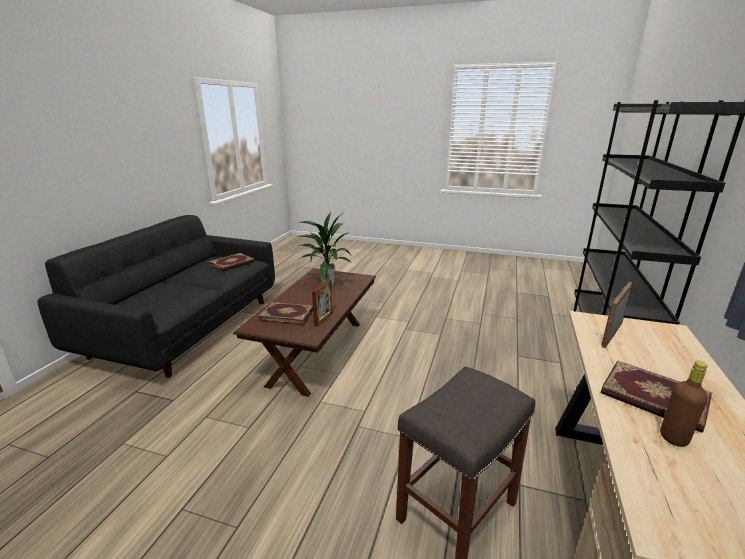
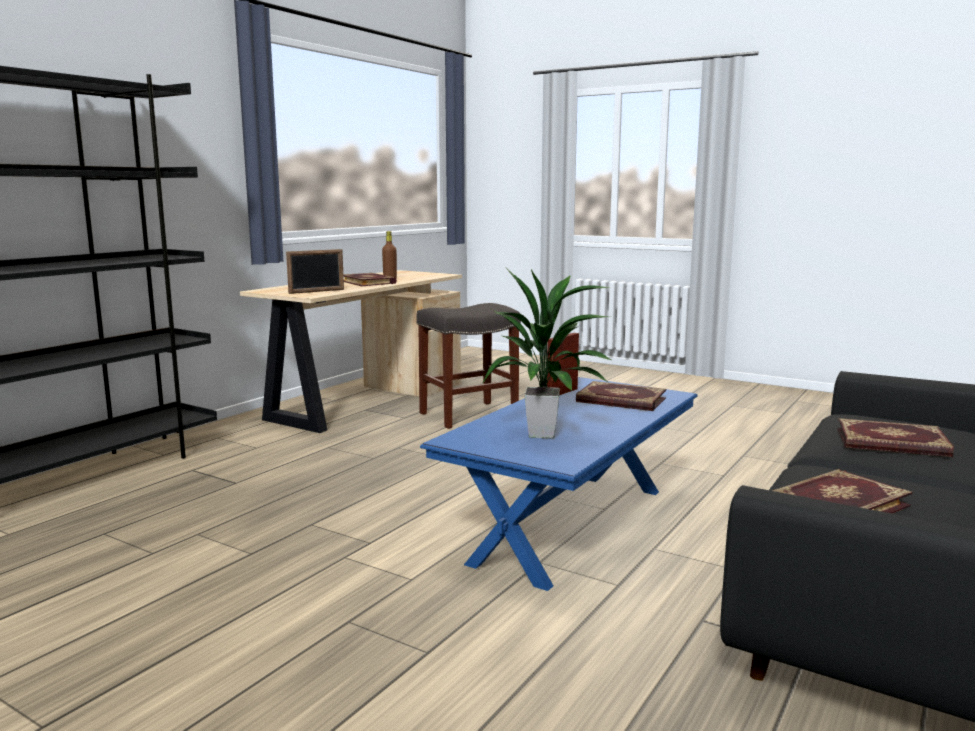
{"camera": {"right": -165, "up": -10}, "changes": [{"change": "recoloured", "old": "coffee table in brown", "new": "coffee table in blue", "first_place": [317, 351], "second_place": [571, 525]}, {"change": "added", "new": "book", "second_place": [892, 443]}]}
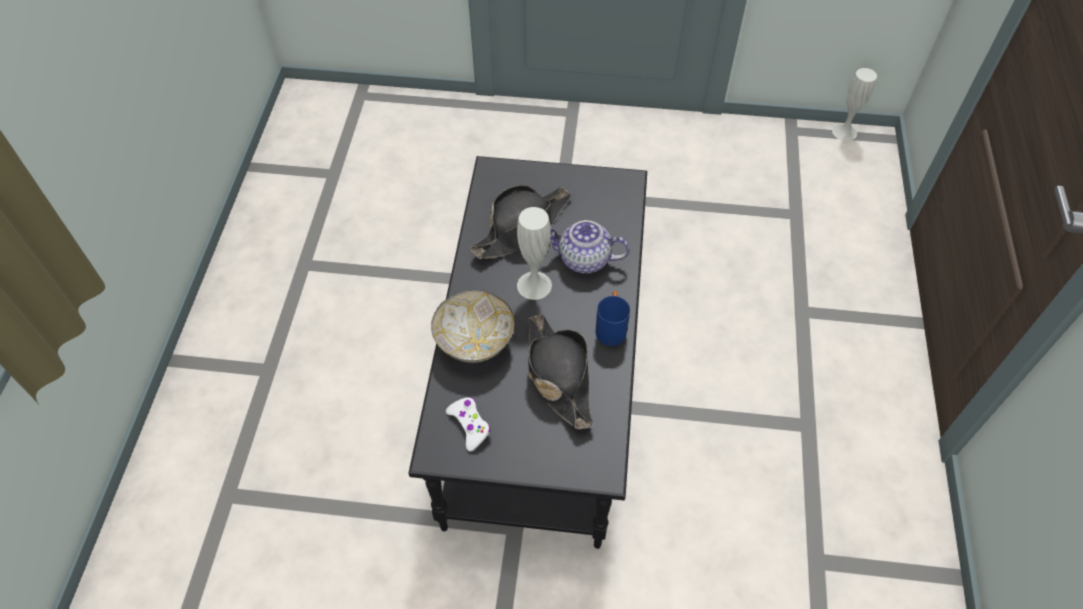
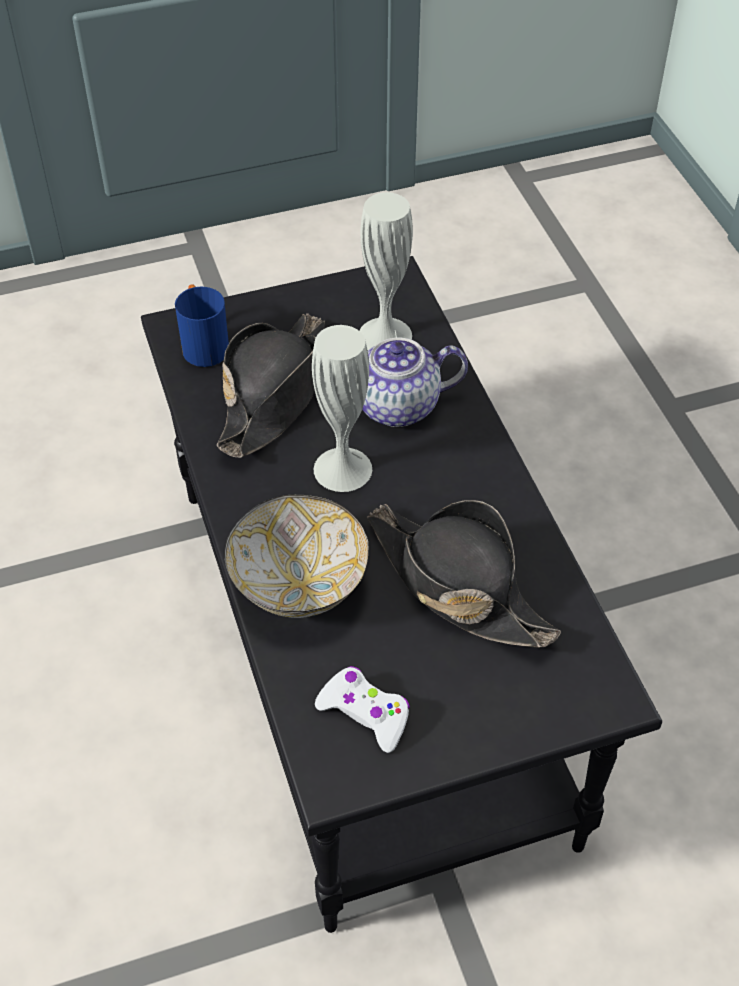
{"camera": {"right": -25, "up": -5}, "changes": [{"change": "moved", "old": "mug in blue", "first_place": [611, 327], "second_place": [203, 345]}, {"change": "moved", "old": "vase in white", "first_place": [844, 132], "second_place": [385, 335]}]}
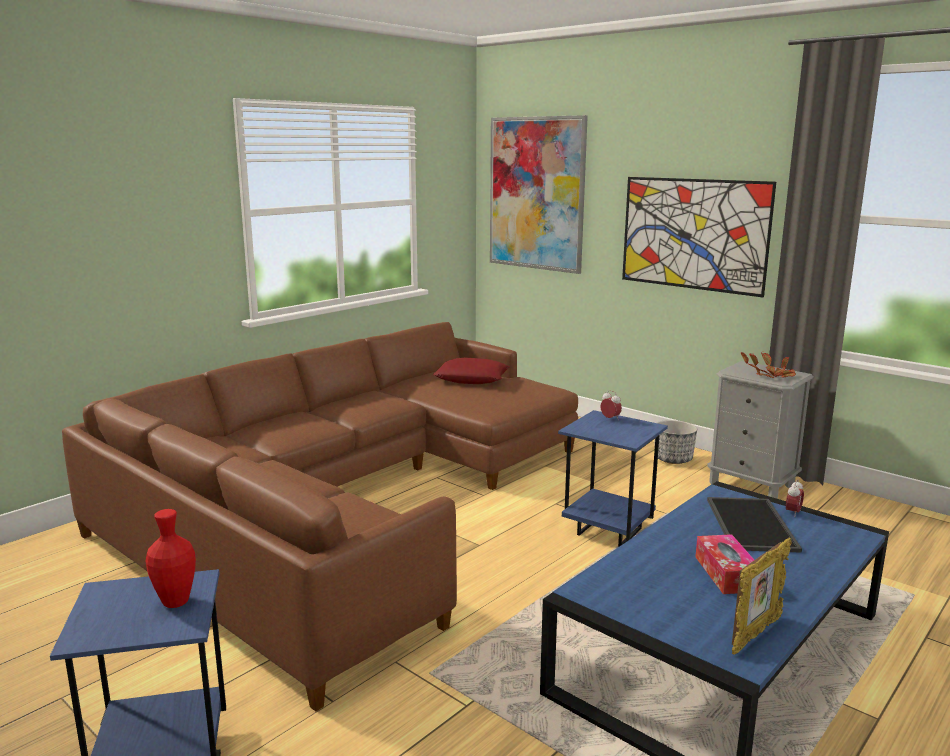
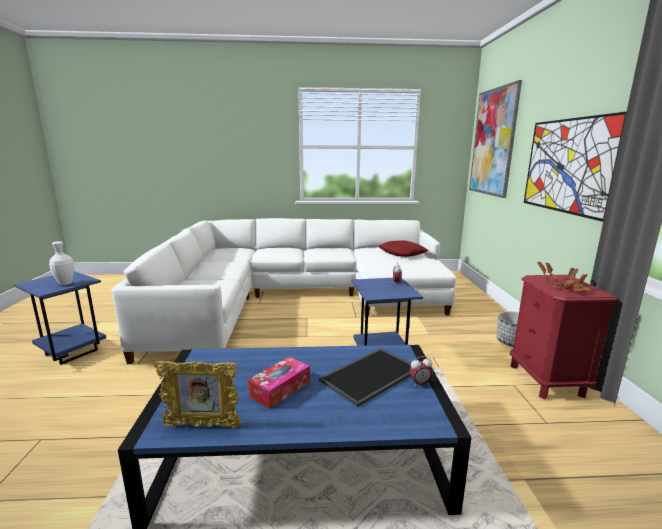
{"camera": {"right": 45, "up": 0}, "changes": [{"change": "recoloured", "old": "sofa in brown", "new": "sofa in white", "first_place": [349, 502], "second_place": [296, 298]}, {"change": "recoloured", "old": "vase in red", "new": "vase in white", "first_place": [175, 602], "second_place": [65, 284]}, {"change": "recoloured", "old": "nightstand in grey", "new": "nightstand in red", "first_place": [752, 484], "second_place": [546, 380]}]}
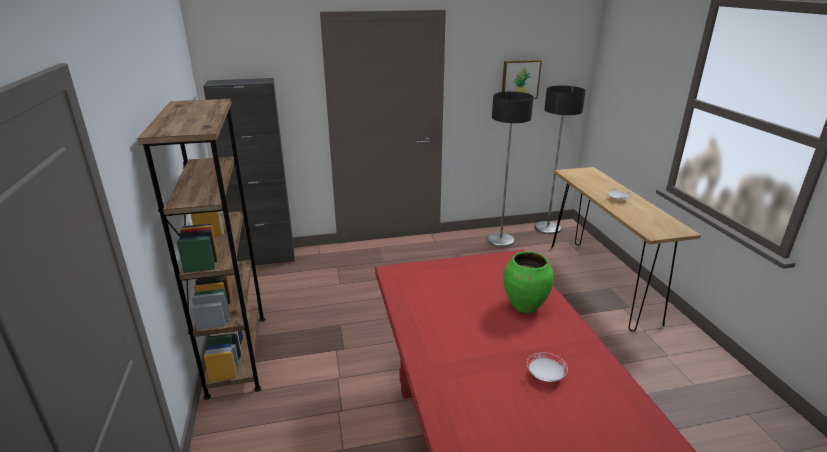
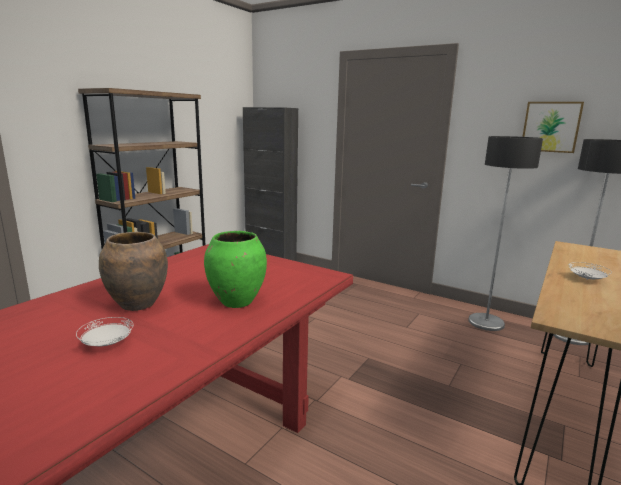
{"camera": {"right": 45, "up": -10}, "changes": [{"change": "added", "new": "vase in brown", "second_place": [138, 304]}]}
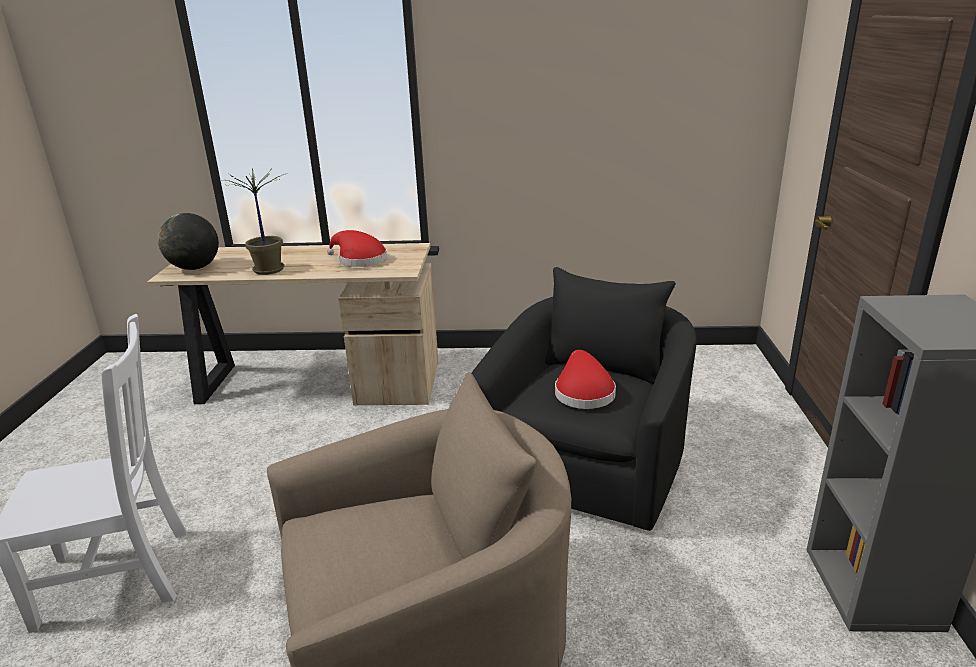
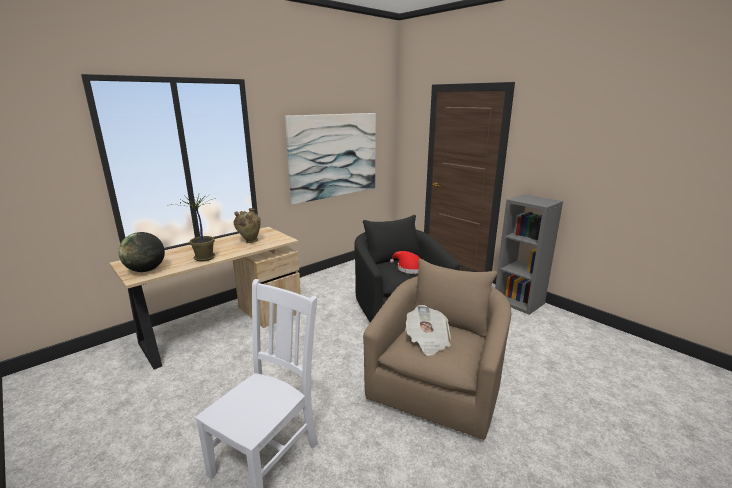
{"camera": {"right": -45, "up": -5}, "changes": [{"change": "replaced", "old": "hat in red", "new": "vase in beige", "first_place": [359, 260], "second_place": [249, 241]}, {"change": "added", "new": "picture", "second_place": [334, 156]}, {"change": "added", "new": "newspaper", "second_place": [427, 341]}]}
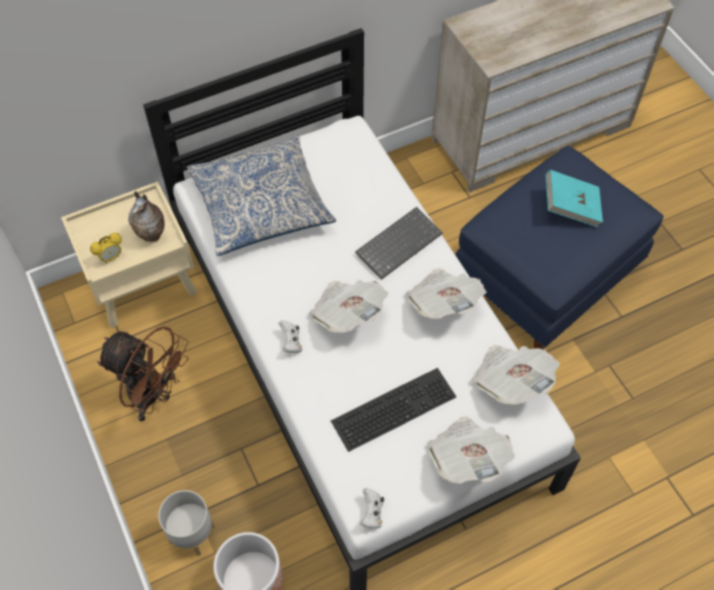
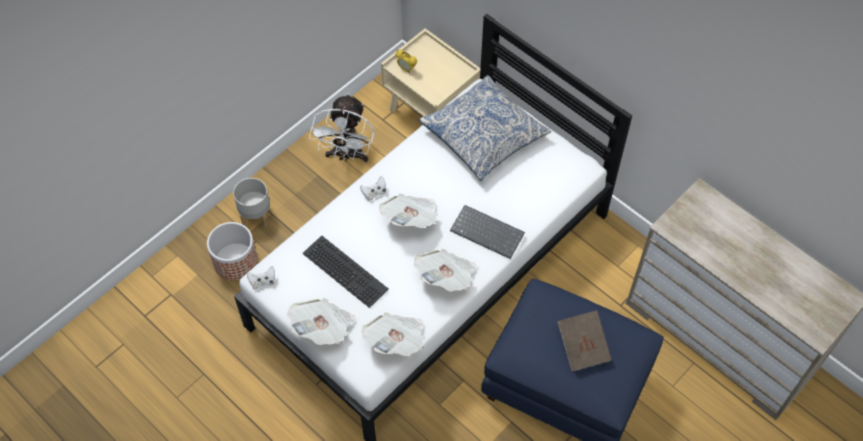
{"camera": {"right": 70, "up": 0}, "changes": [{"change": "recoloured", "old": "fan in brown", "new": "fan in white", "first_place": [154, 395], "second_place": [347, 155]}, {"change": "removed", "old": "vase", "first_place": [152, 235]}, {"change": "recoloured", "old": "book in turquoise", "new": "book in brown", "first_place": [570, 207], "second_place": [583, 346]}]}
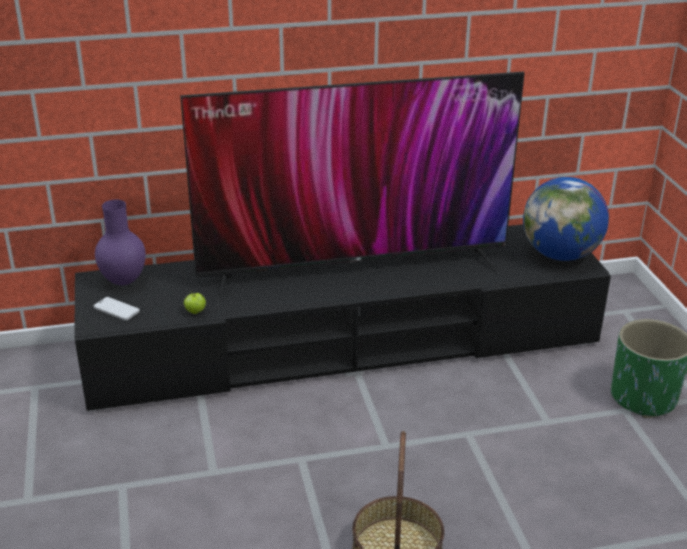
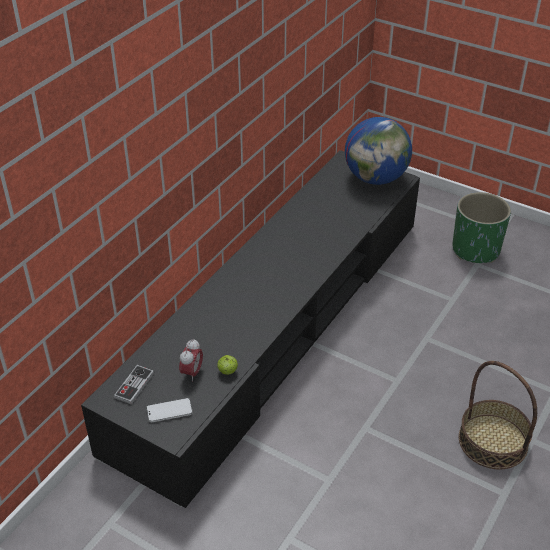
{"camera": {"right": -45, "up": 10}, "changes": [{"change": "replaced", "old": "vase in purple", "new": "game controller", "first_place": [123, 282], "second_place": [134, 385]}, {"change": "removed", "old": "television", "first_place": [353, 268]}, {"change": "added", "new": "alarm clock", "second_place": [192, 373]}]}
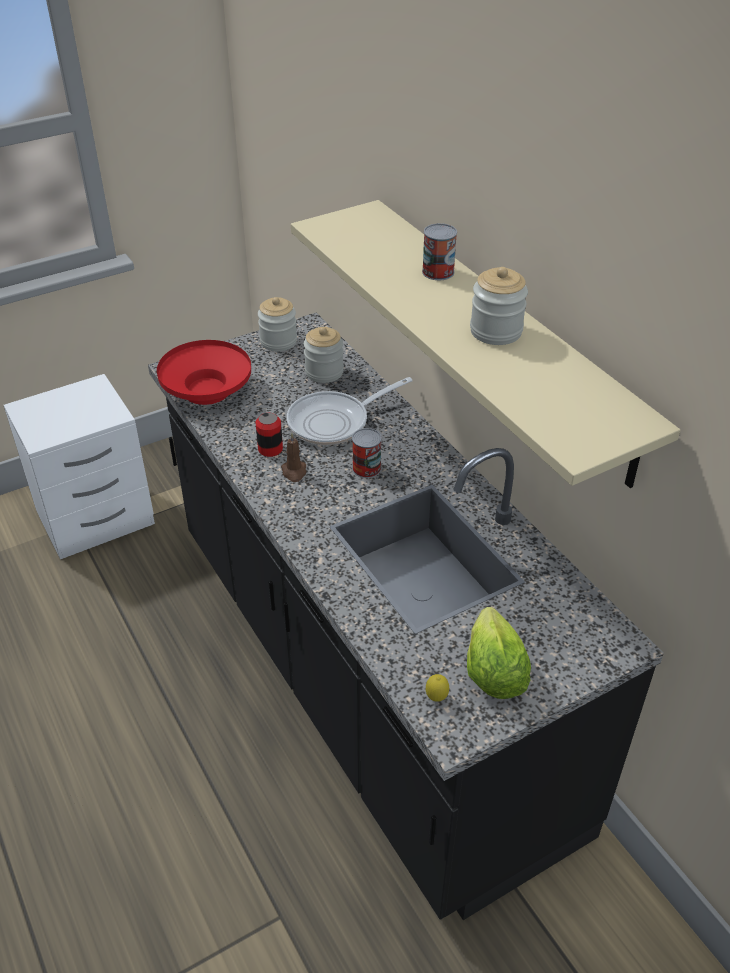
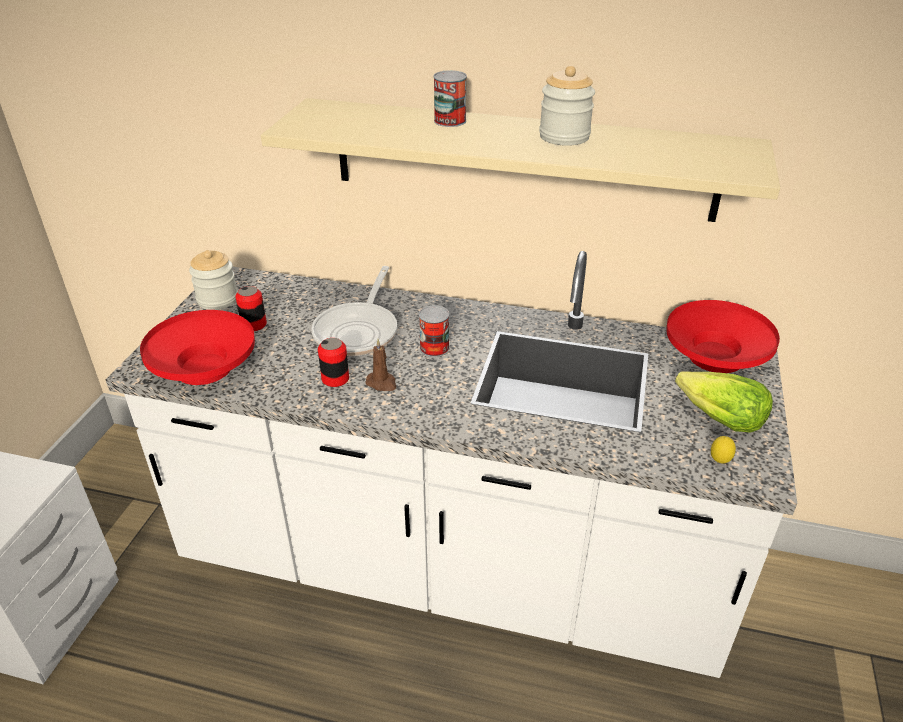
{"camera": {"right": -45, "up": -5}, "changes": [{"change": "recoloured", "old": "counter in black", "new": "counter in white", "first_place": [365, 676], "second_place": [451, 564]}, {"change": "removed", "old": "jar", "first_place": [324, 372]}, {"change": "added", "new": "can", "second_place": [254, 324]}, {"change": "added", "new": "bowl in red", "second_place": [715, 356]}]}
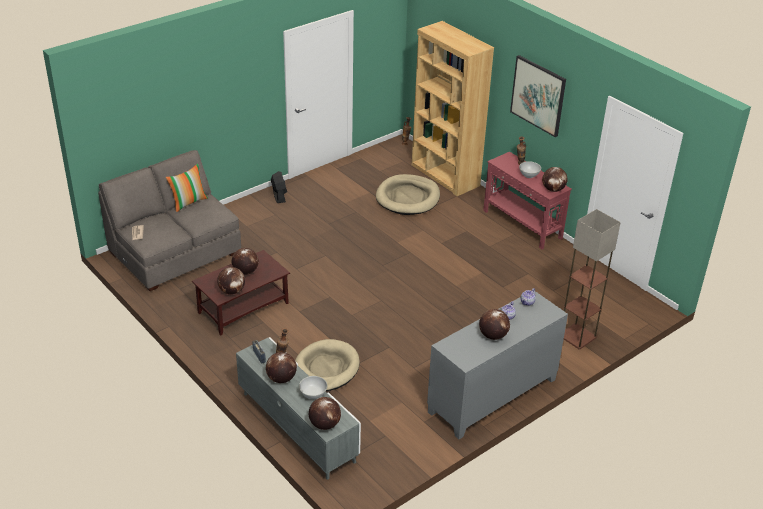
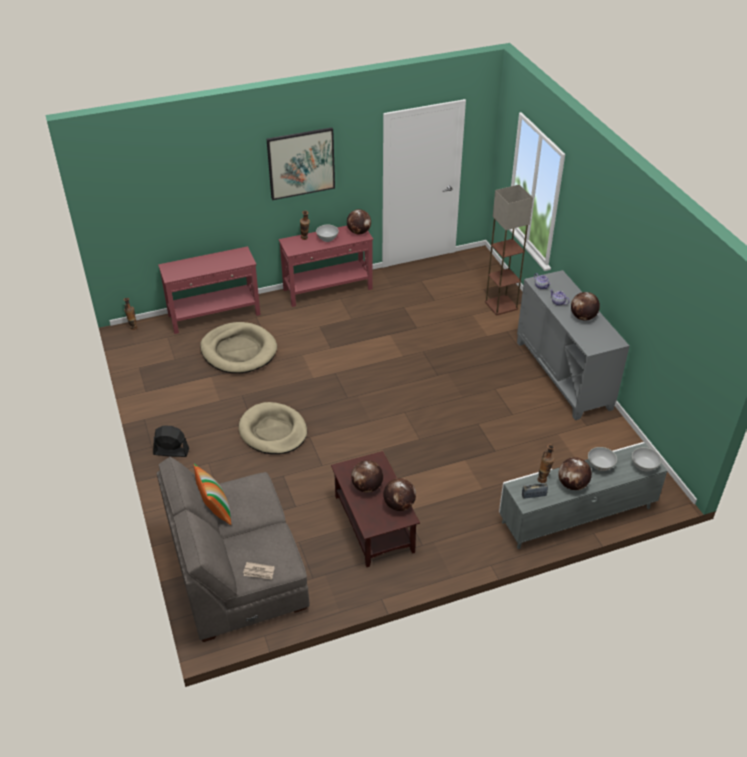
{"camera": {"right": -70, "up": 5}, "changes": [{"change": "moved", "old": "dog bed in beige", "first_place": [326, 368], "second_place": [273, 431]}, {"change": "replaced", "old": "globe", "new": "bowl in white", "first_place": [324, 424], "second_place": [644, 466]}, {"change": "replaced", "old": "bookcase in brown", "new": "console table in red", "first_place": [445, 175], "second_place": [215, 315]}]}
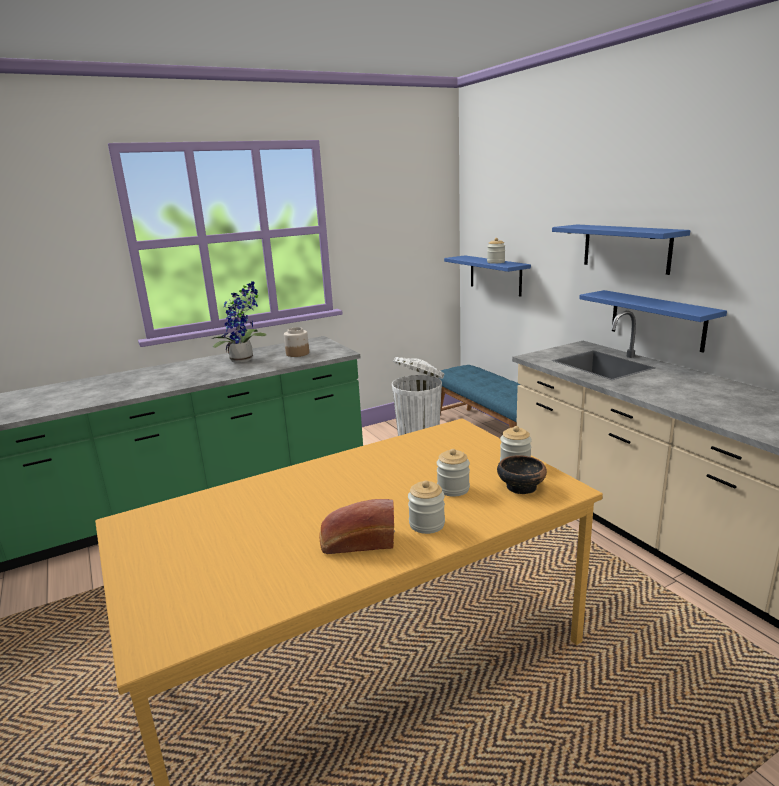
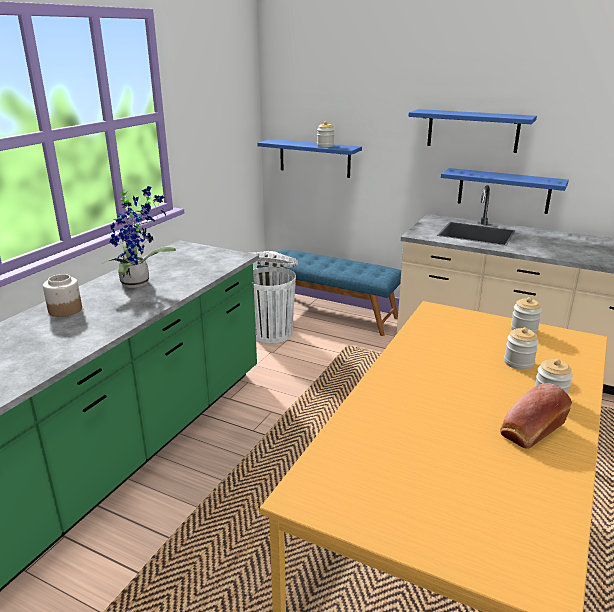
{"camera": {"right": -35, "up": 5}, "changes": [{"change": "moved", "old": "jar", "first_place": [297, 354], "second_place": [65, 310]}, {"change": "removed", "old": "bowl", "first_place": [520, 486]}]}
